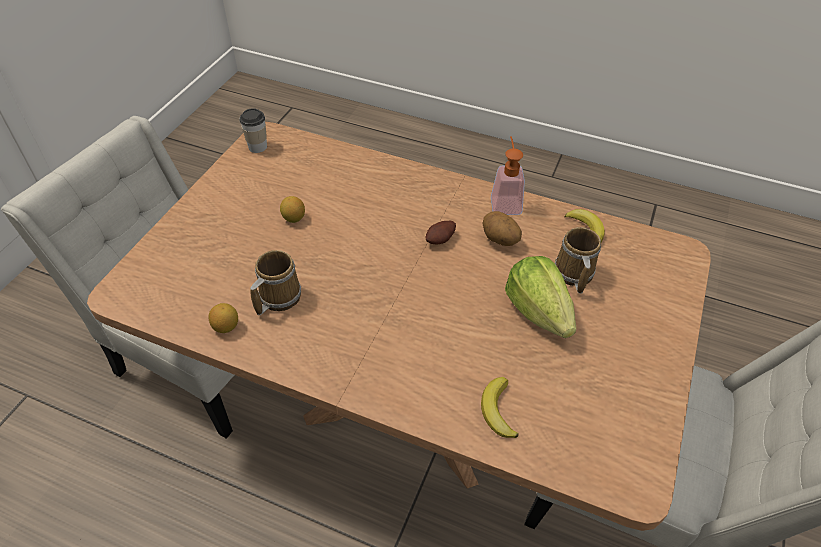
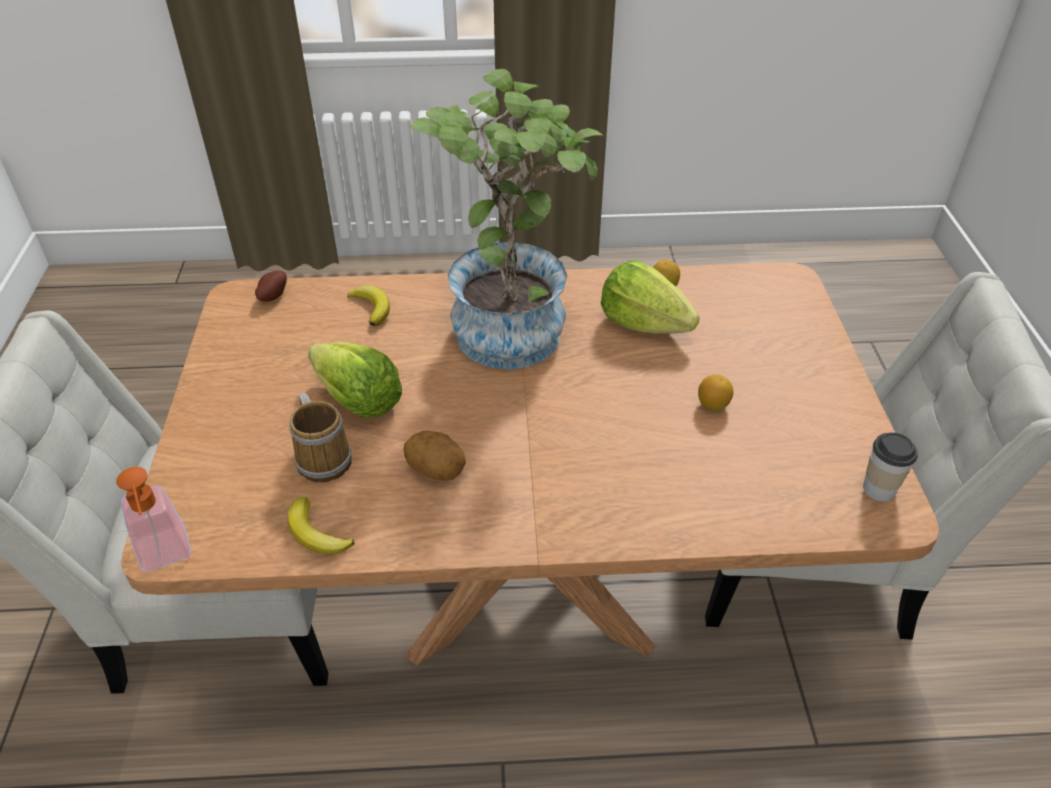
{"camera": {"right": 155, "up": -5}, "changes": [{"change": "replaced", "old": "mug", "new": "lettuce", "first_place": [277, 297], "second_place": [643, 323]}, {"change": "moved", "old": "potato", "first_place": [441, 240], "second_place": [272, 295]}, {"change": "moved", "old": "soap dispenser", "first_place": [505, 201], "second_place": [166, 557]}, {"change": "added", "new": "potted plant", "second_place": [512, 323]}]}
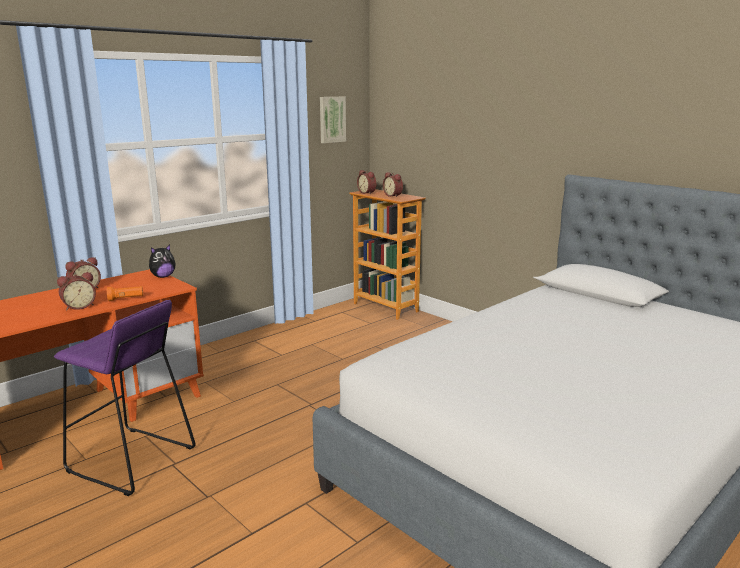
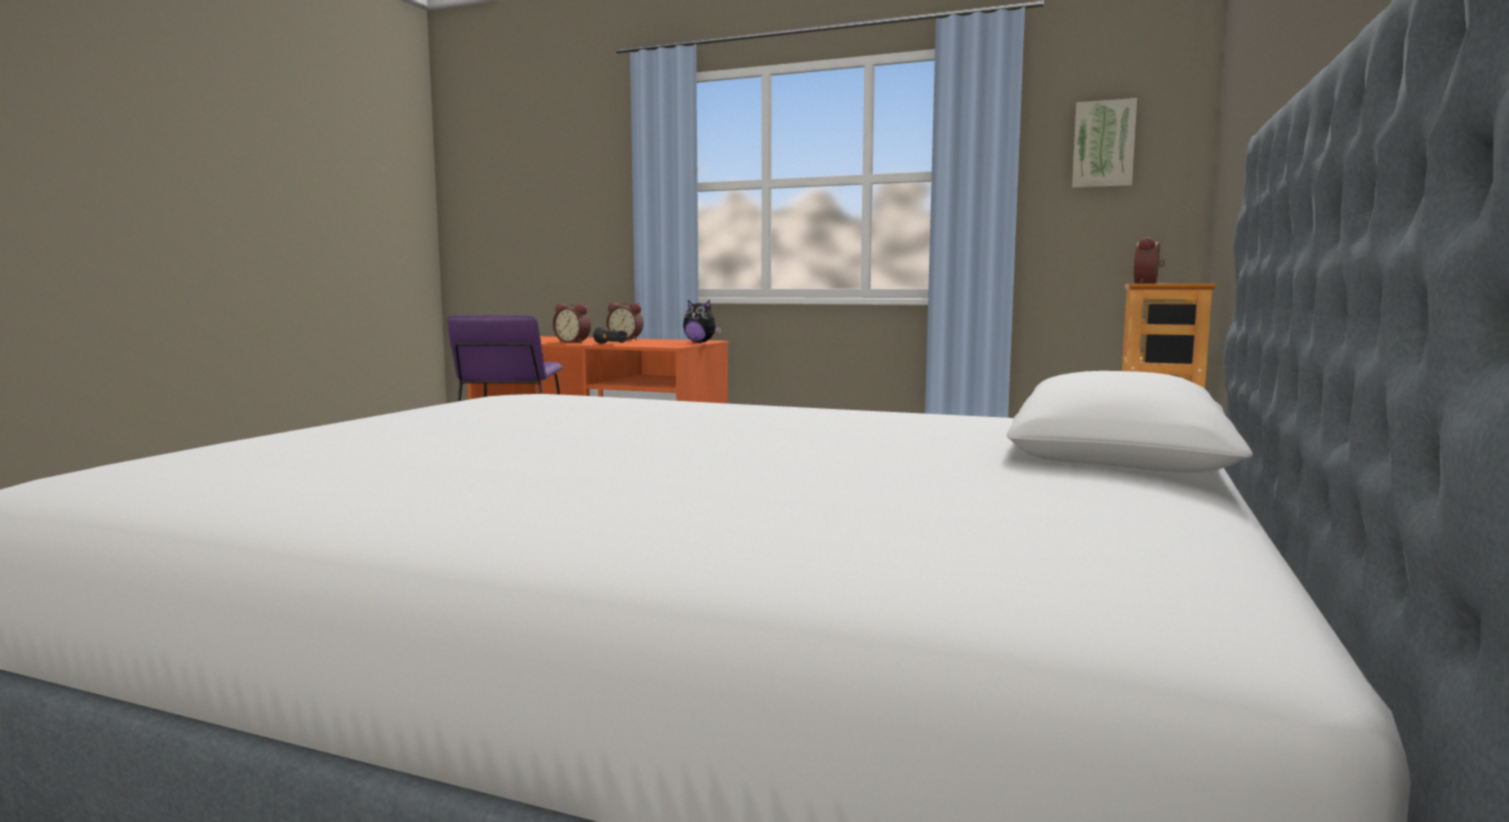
{"camera": {"right": 65, "up": -10}, "changes": [{"change": "recoloured", "old": "flashlight in orange", "new": "flashlight in black", "first_place": [126, 299], "second_place": [611, 344]}, {"change": "removed", "old": "alarm clock", "first_place": [393, 195]}]}
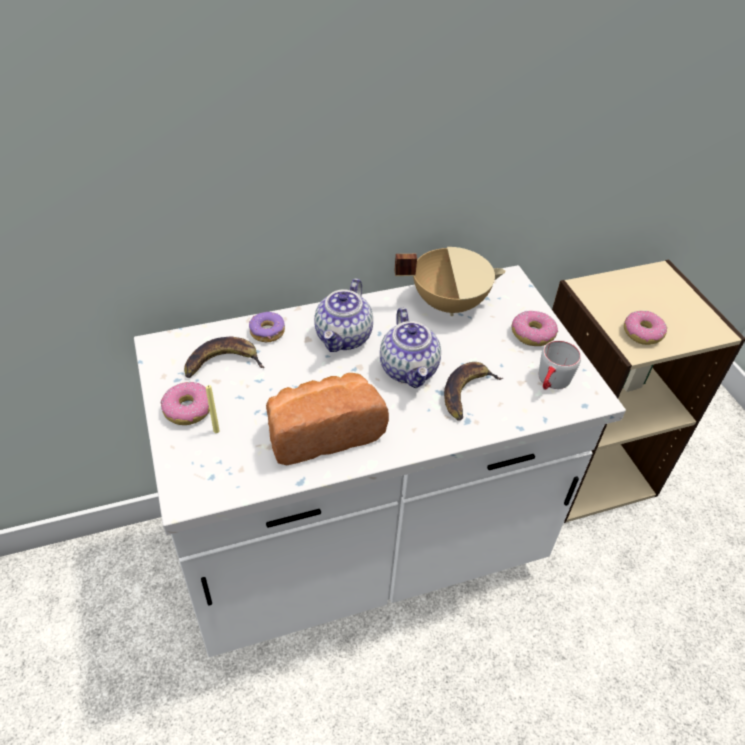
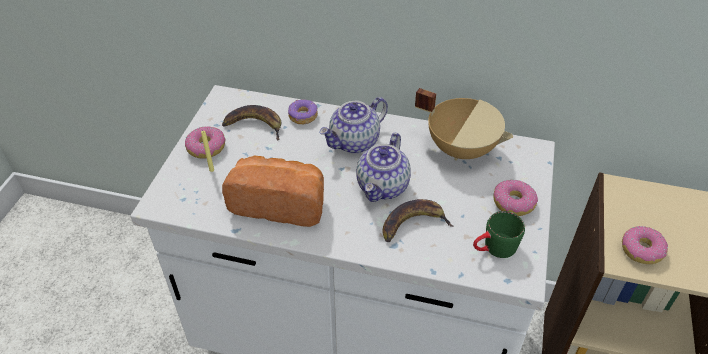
{"camera": {"right": 35, "up": 0}, "changes": [{"change": "recoloured", "old": "mug in grey", "new": "mug in green", "first_place": [551, 383], "second_place": [494, 249]}]}
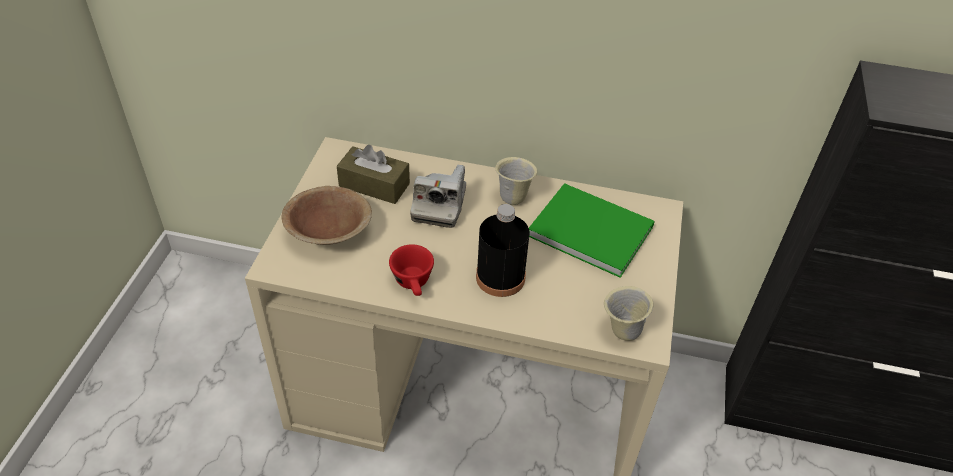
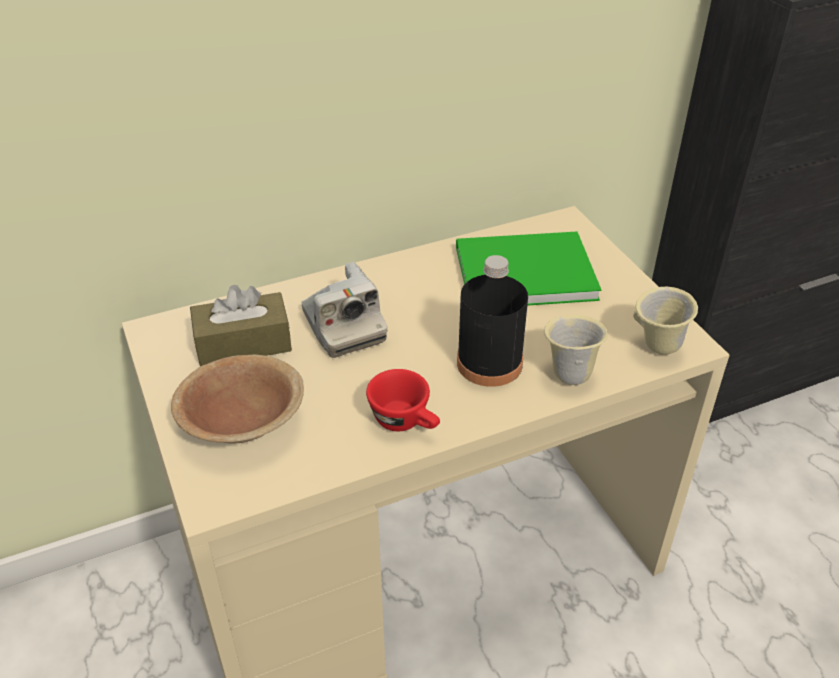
{"camera": {"right": -35, "up": -5}, "changes": [{"change": "moved", "old": "mug in beige", "first_place": [513, 197], "second_place": [569, 374]}]}
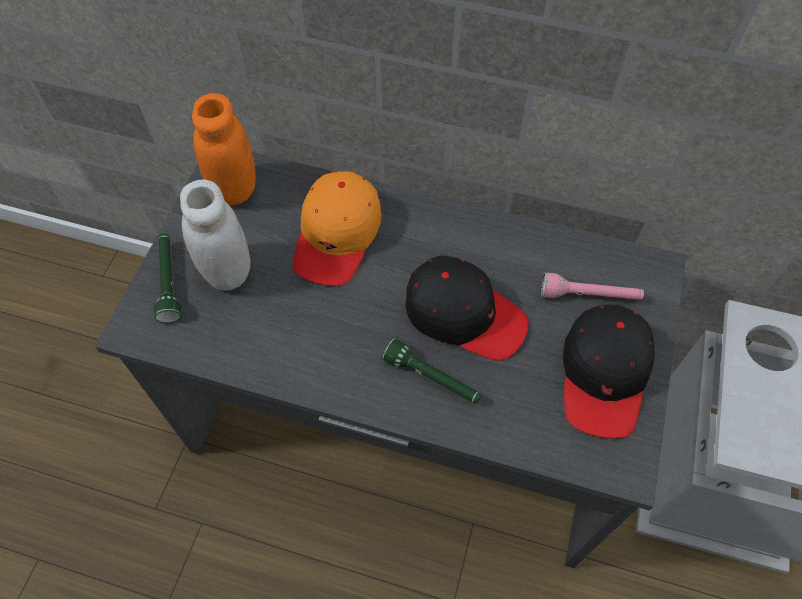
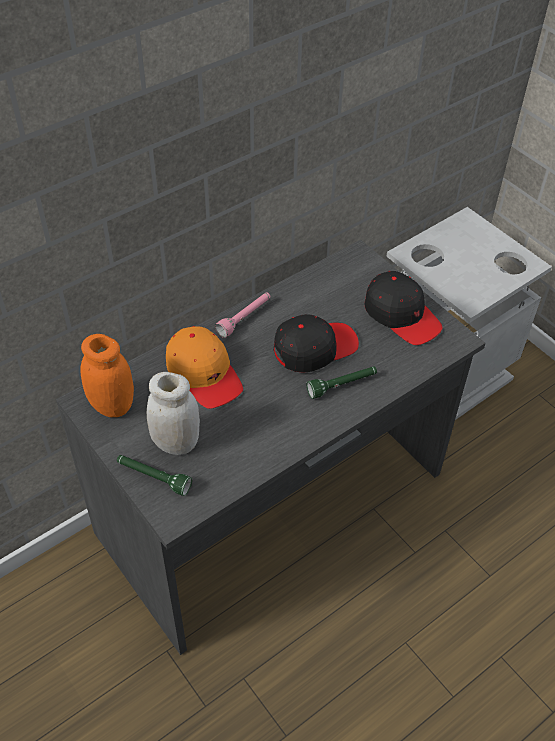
{"camera": {"right": -55, "up": -10}, "changes": [{"change": "moved", "old": "flashlight in pink", "first_place": [590, 296], "second_place": [245, 318]}]}
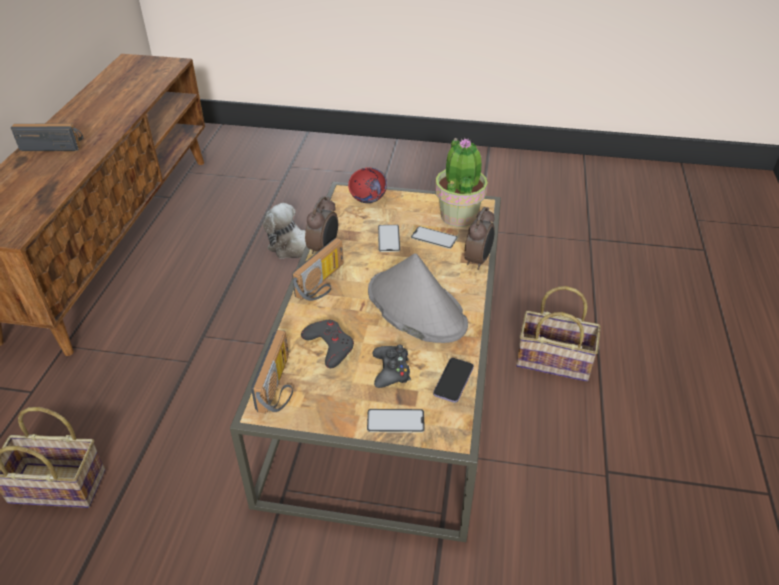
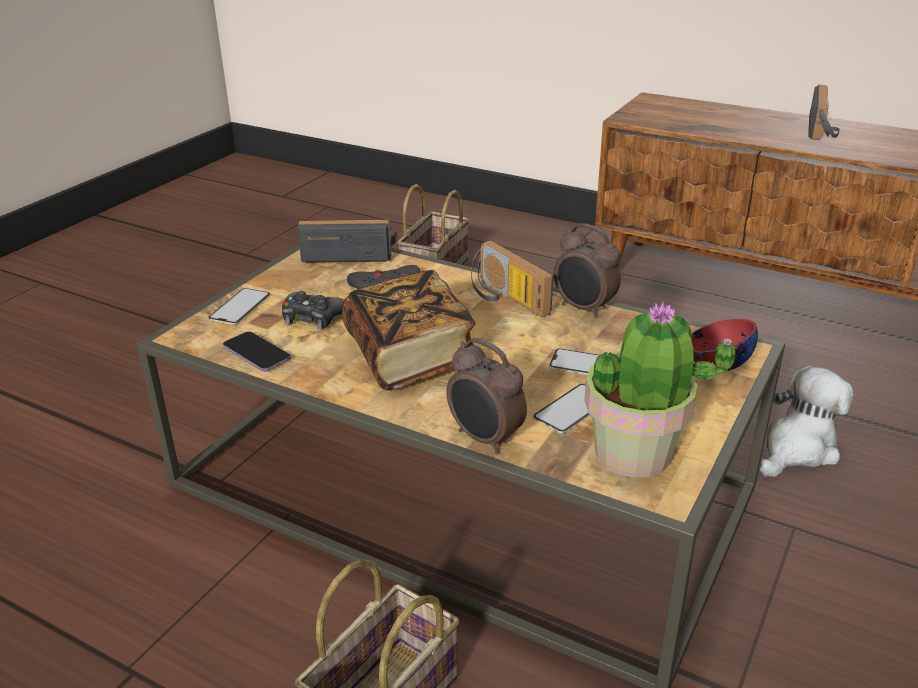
{"camera": {"right": 110, "up": -10}, "changes": [{"change": "turned", "old": "radio", "first_place": [280, 385], "second_place": [350, 255], "degrees": 150}, {"change": "replaced", "old": "hat in grey", "new": "book", "first_place": [415, 307], "second_place": [410, 355]}]}
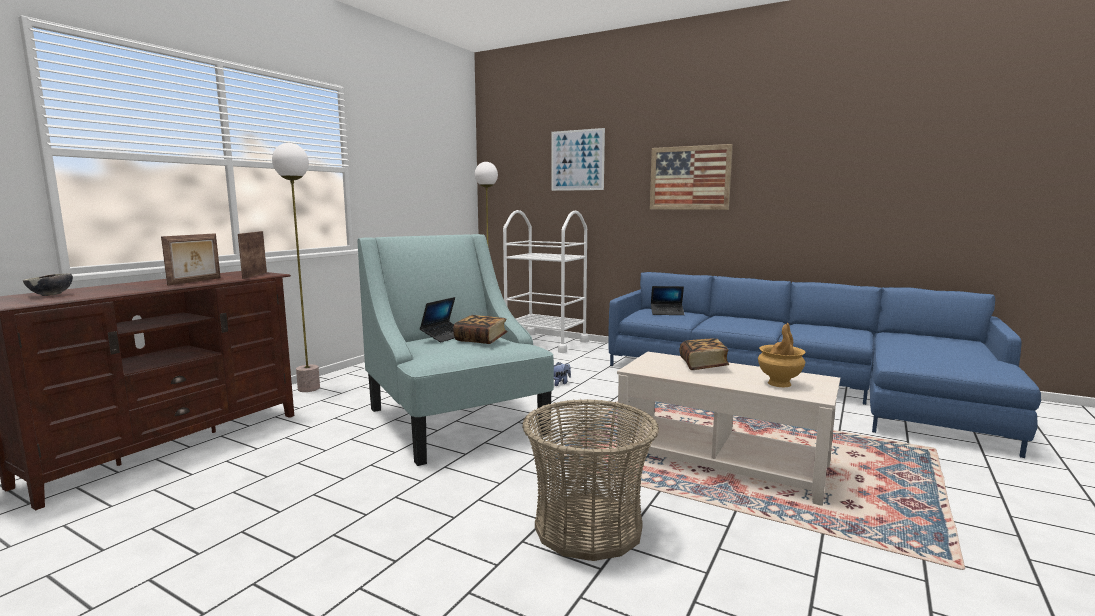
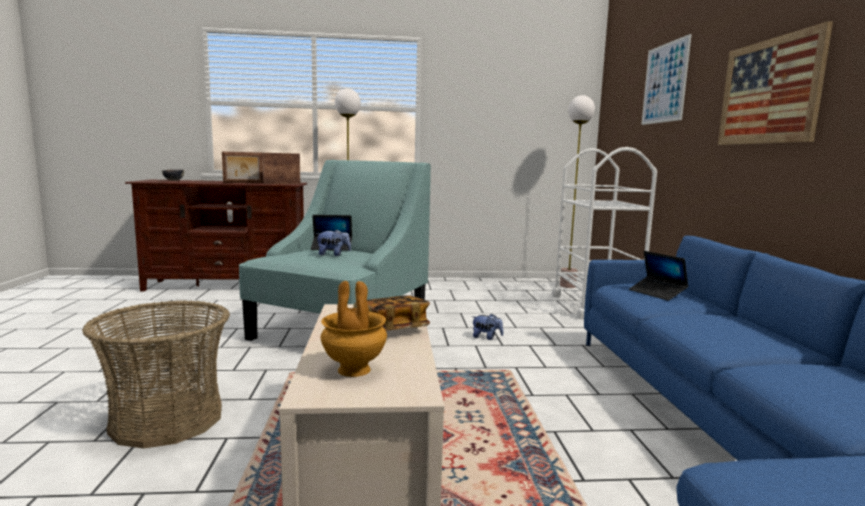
{"camera": {"right": 55, "up": 0}, "changes": [{"change": "replaced", "old": "book", "new": "plush toy", "first_place": [481, 340], "second_place": [333, 255]}]}
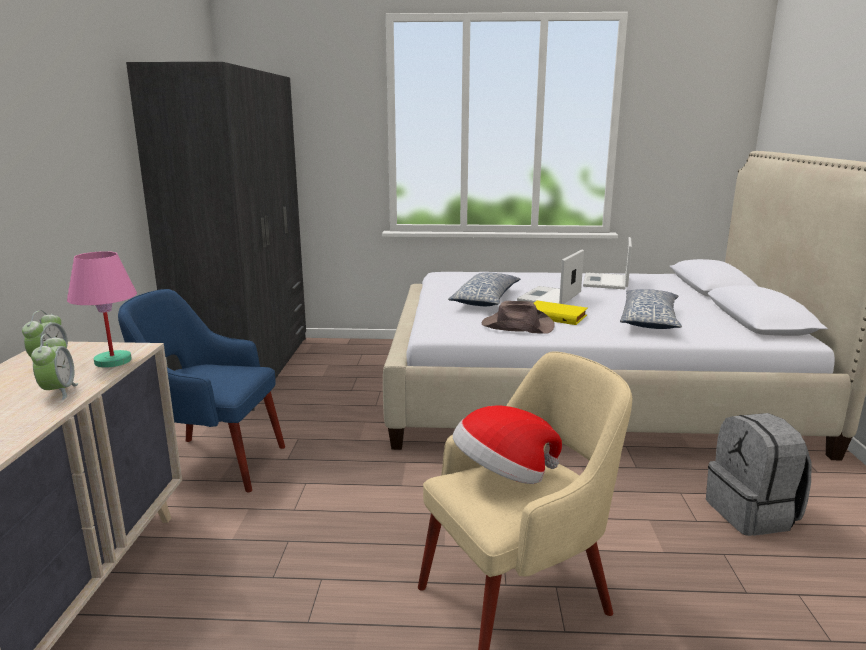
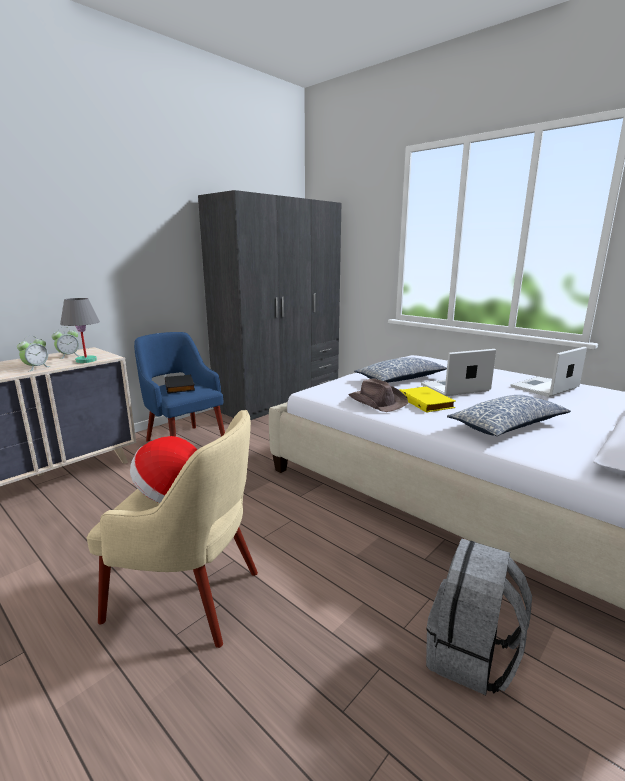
{"camera": {"right": 40, "up": 0}, "changes": [{"change": "recoloured", "old": "table lamp in pink", "new": "table lamp in grey", "first_place": [114, 361], "second_place": [86, 360]}, {"change": "added", "new": "book in black", "second_place": [181, 386]}]}
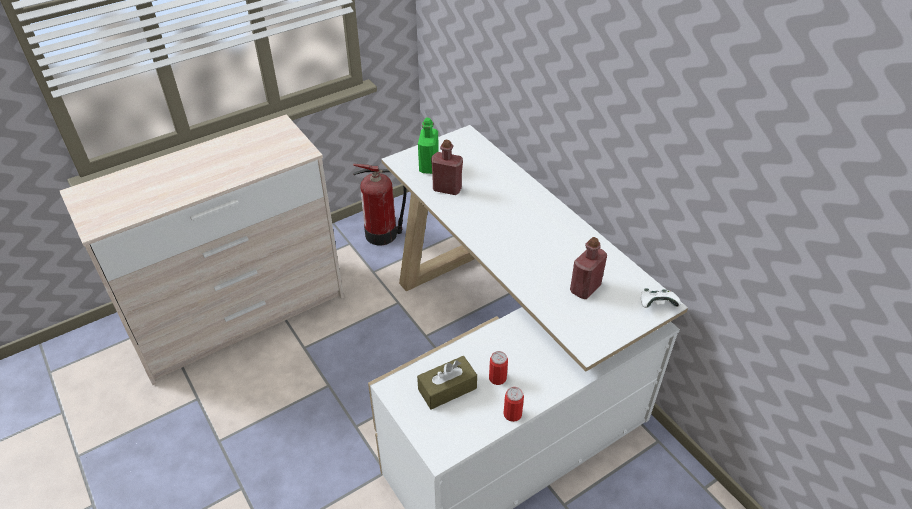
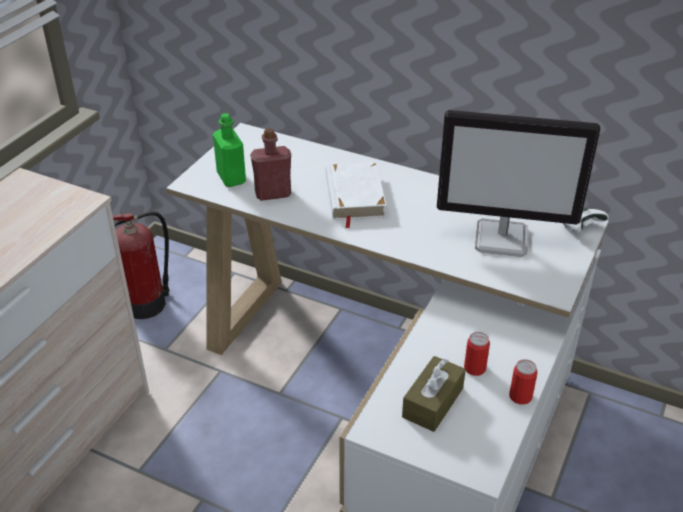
{"camera": {"right": -30, "up": -5}, "changes": [{"change": "replaced", "old": "bottle in red", "new": "monitor", "first_place": [585, 288], "second_place": [502, 239]}, {"change": "added", "new": "book in white", "second_place": [354, 196]}]}
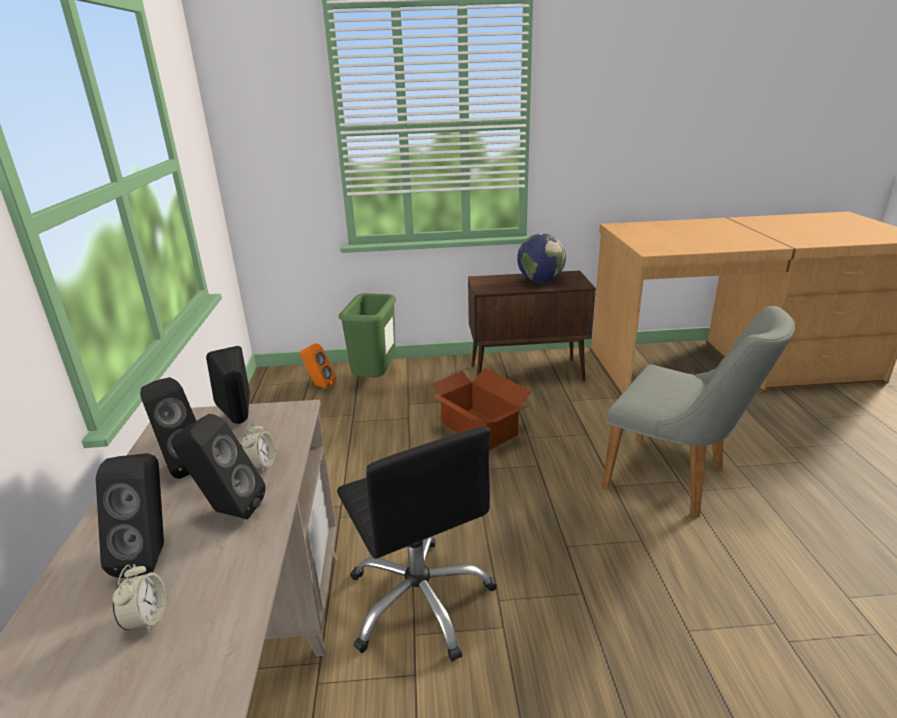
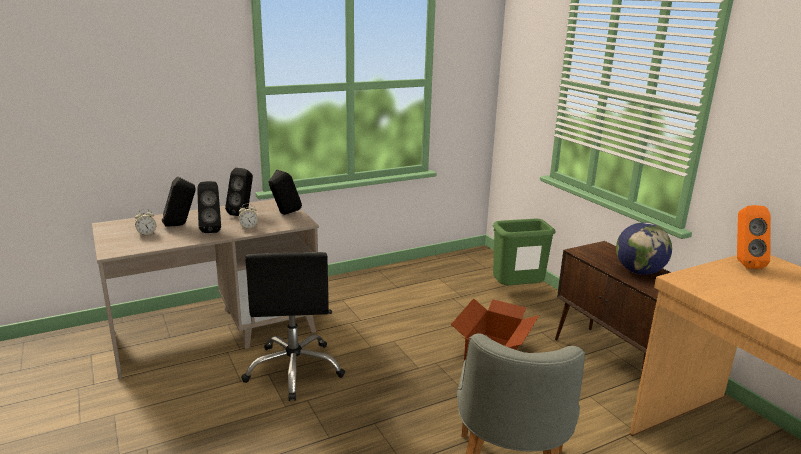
{"camera": {"right": 65, "up": -5}, "changes": [{"change": "moved", "old": "speaker in orange", "first_place": [319, 386], "second_place": [743, 263]}, {"change": "turned", "old": "office chair in black", "first_place": [420, 600], "second_place": [295, 369], "degrees": -45}]}
